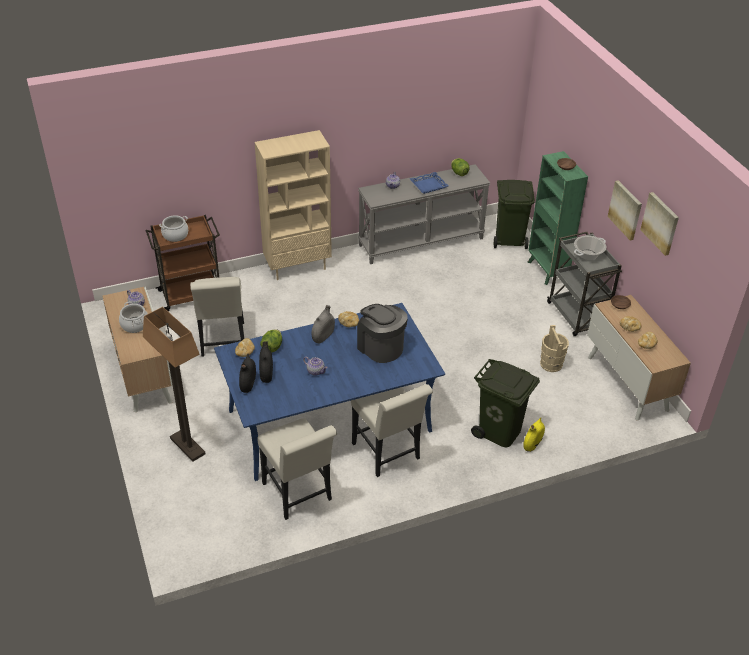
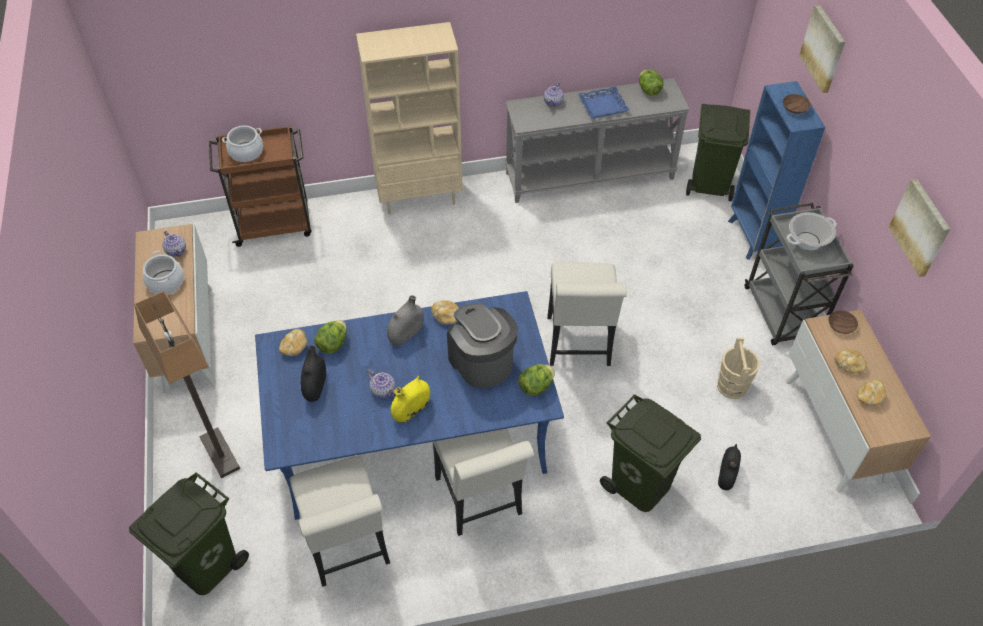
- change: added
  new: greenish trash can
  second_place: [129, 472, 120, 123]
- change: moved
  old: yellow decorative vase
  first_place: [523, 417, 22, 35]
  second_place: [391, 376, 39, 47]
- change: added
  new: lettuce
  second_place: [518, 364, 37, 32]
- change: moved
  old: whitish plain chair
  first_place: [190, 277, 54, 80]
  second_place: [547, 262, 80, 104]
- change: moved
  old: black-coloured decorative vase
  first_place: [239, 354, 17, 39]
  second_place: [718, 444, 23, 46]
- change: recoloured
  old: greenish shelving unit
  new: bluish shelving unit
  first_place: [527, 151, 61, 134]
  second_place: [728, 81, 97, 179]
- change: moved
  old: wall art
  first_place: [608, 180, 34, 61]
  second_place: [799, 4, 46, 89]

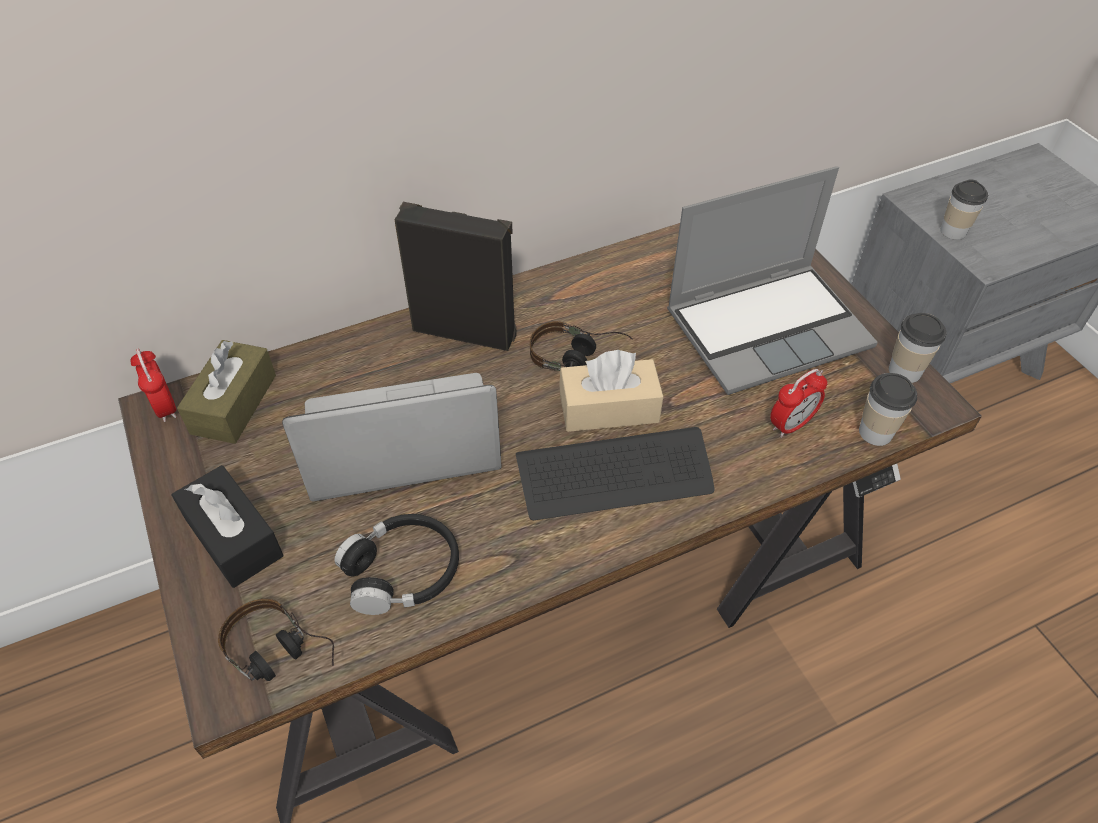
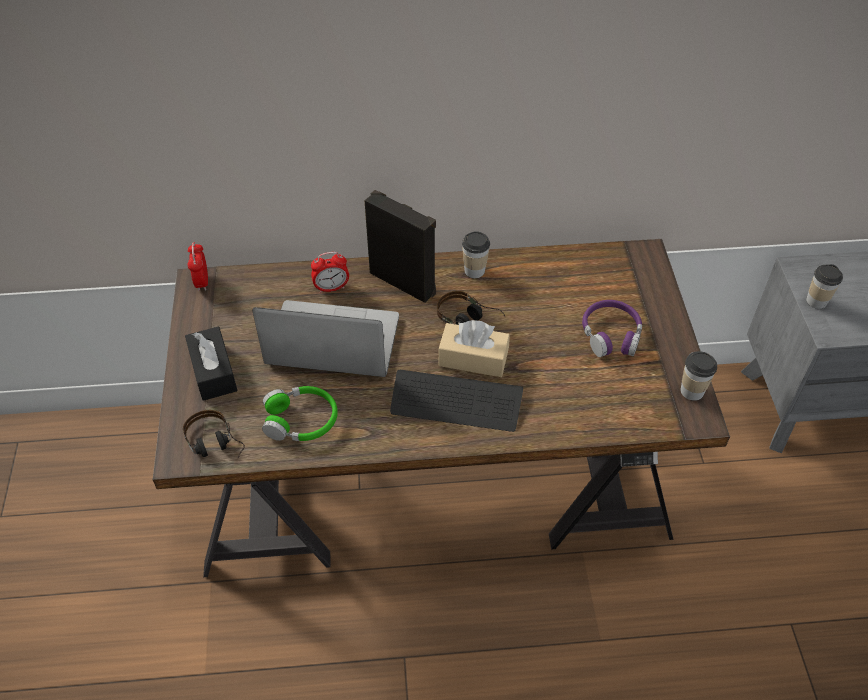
- change: recoloured
  old: black-coloured headset
  new: greenish headset
  first_place: [334, 514, 125, 101]
  second_place: [262, 386, 76, 55]
- change: moved
  old: alarm clock
  first_place: [770, 369, 58, 69]
  second_place: [311, 252, 38, 41]
- change: moved
  old: small cup
  first_place: [859, 373, 58, 73]
  second_place: [462, 231, 28, 47]
- change: replaced
  old: laptop
  new: purple-coloured headset
  first_place: [667, 166, 211, 229]
  second_place: [582, 300, 60, 57]
- change: removed
  old: brown tissue holder
  first_place: [177, 340, 99, 104]

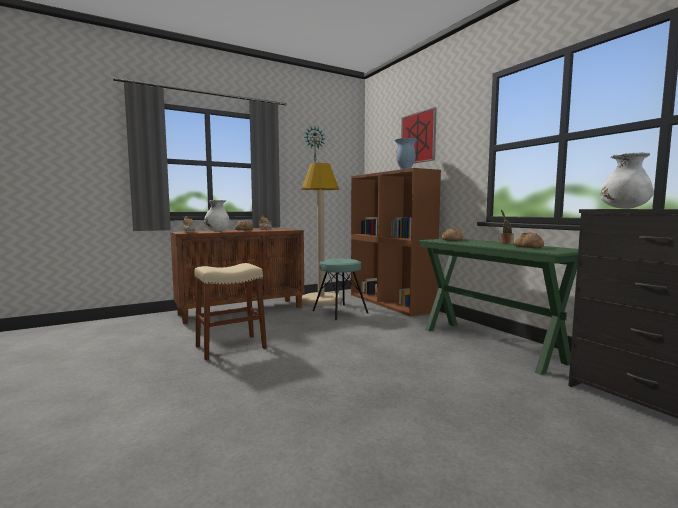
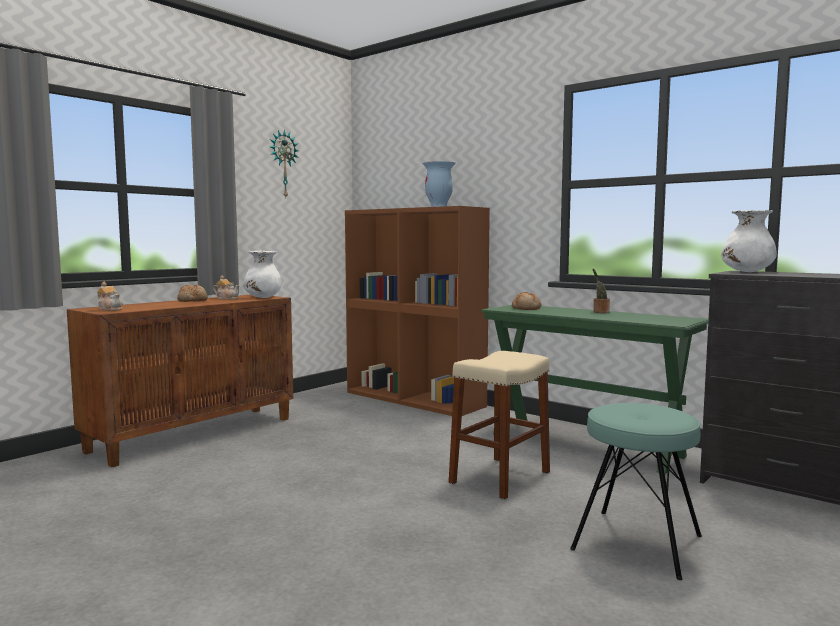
- change: moved
  old: whitish decorative vase
  first_place: [204, 200, 26, 31]
  second_place: [243, 251, 39, 47]
- change: moved
  old: sand-coloured stool
  first_place: [195, 263, 72, 97]
  second_place: [449, 351, 101, 148]
- change: moved
  old: turquoise stool
  first_place: [313, 259, 55, 61]
  second_place: [570, 403, 132, 177]
- change: removed
  old: sand-coloured floor lamp
  first_place: [302, 163, 39, 143]
- change: removed
  old: wall art
  first_place: [401, 107, 36, 56]
- change: removed
  old: bread
  first_place: [515, 232, 29, 16]

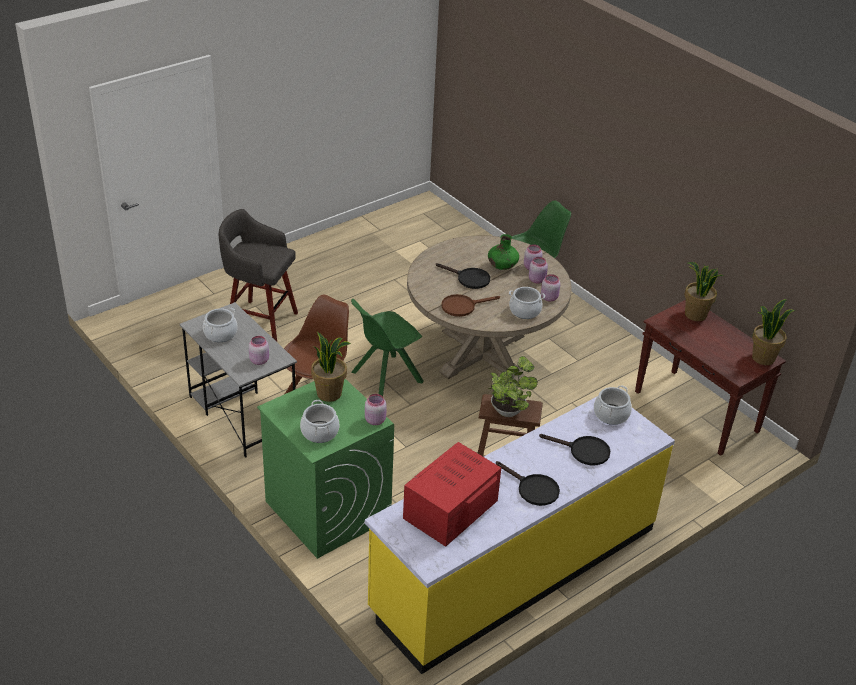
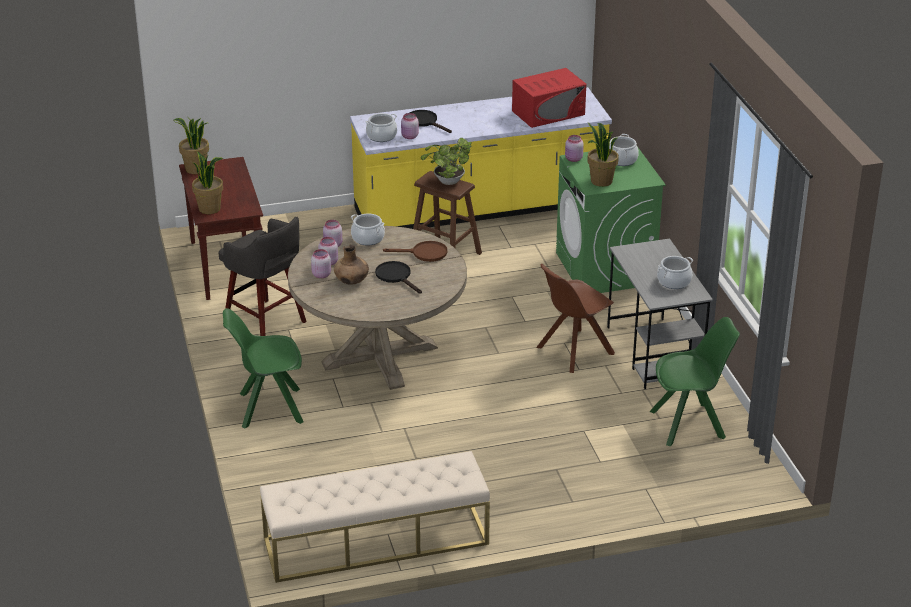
- change: moved
  old: gray stool
  first_place: [219, 209, 79, 133]
  second_place: [218, 217, 89, 119]
- change: added
  new: sand-coloured indoor bench
  second_place: [260, 451, 230, 132]
- change: recoloured
  old: greenish decorative vase
  new: brown decorative vase
  first_place: [488, 234, 31, 36]
  second_place: [334, 245, 35, 40]
- change: moved
  old: pink-coloured storage jar
  first_place: [249, 336, 20, 29]
  second_place: [401, 113, 18, 26]
- change: moved
  old: greenish plain chair
  first_place: [351, 299, 72, 97]
  second_place: [649, 317, 91, 130]
- change: removed
  old: black-coloured pan
  first_place: [496, 461, 64, 45]

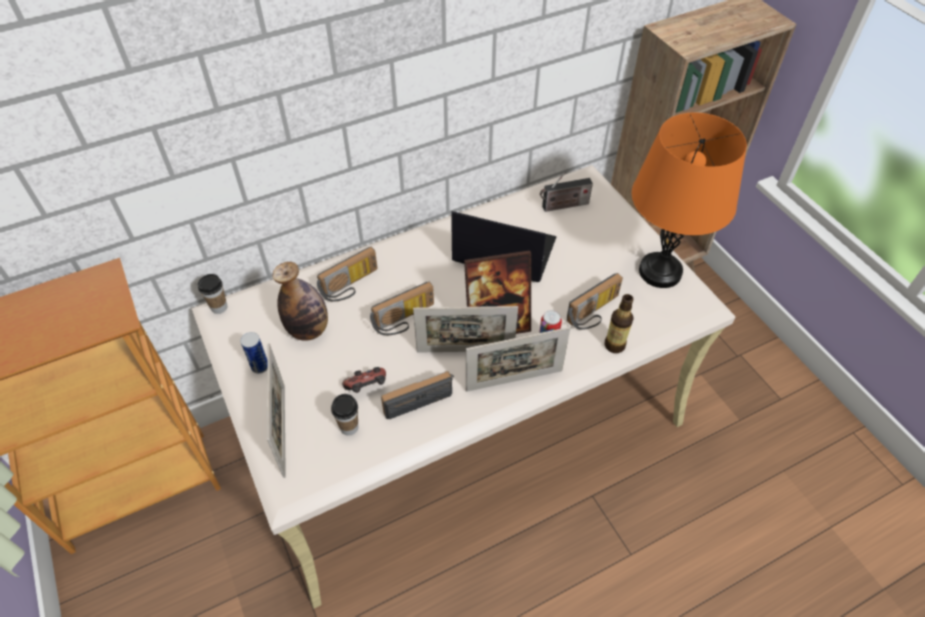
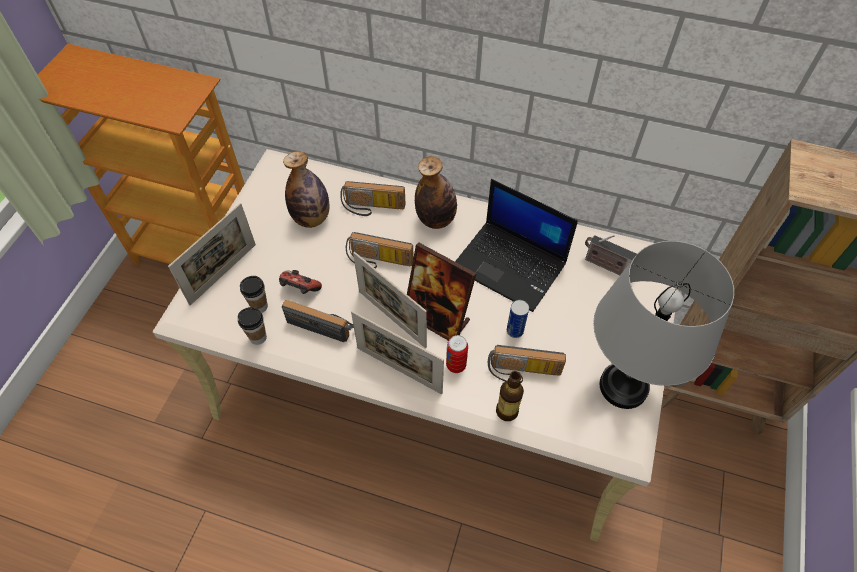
- change: moved
  old: small cup
  first_place: [198, 274, 30, 40]
  second_place: [238, 307, 29, 38]
- change: added
  new: drink bottle
  second_place: [415, 156, 42, 73]
- change: turned
  old: laptop
  first_place: [451, 211, 106, 71]
  second_place: [455, 179, 123, 133]
  degrees: 150
- change: moved
  old: can
  first_place: [240, 332, 27, 42]
  second_place: [507, 300, 22, 38]
- change: recoloured
  old: orange table lamp
  new: gray table lamp
  first_place: [632, 112, 115, 176]
  second_place: [593, 241, 141, 168]

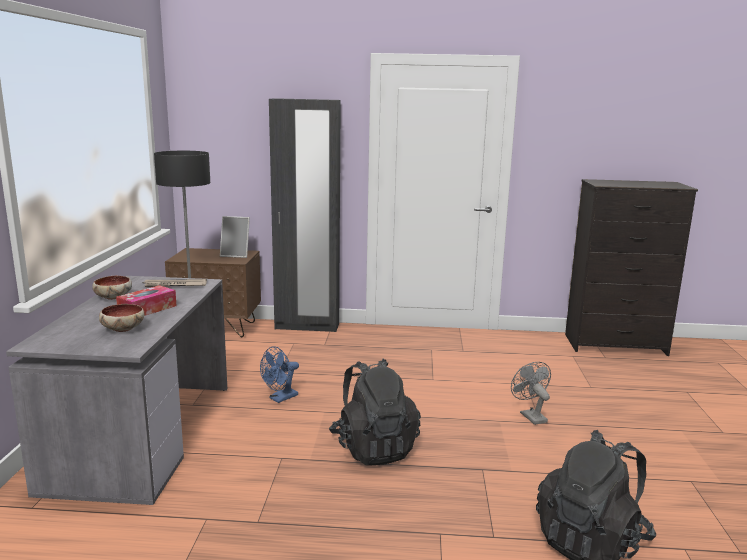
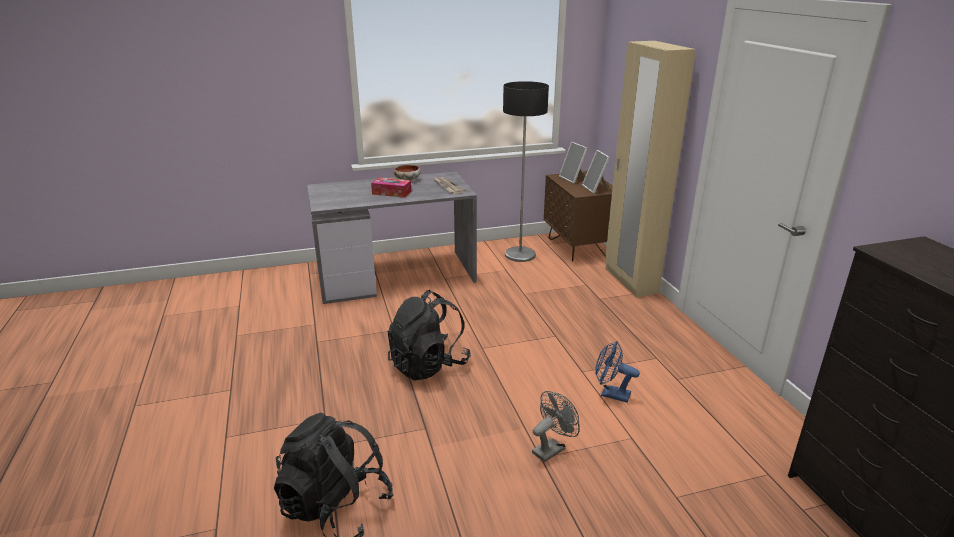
- change: added
  new: photo frame
  second_place: [559, 142, 29, 41]
- change: moved
  old: bluish fan
  first_place: [260, 346, 39, 57]
  second_place: [595, 341, 45, 62]
- change: recoloured
  old: black-coloured wardrobe
  new: sand-coloured wardrobe
  first_place: [269, 98, 72, 234]
  second_place: [605, 41, 91, 256]
- change: removed
  old: bowl
  first_place: [99, 304, 45, 28]

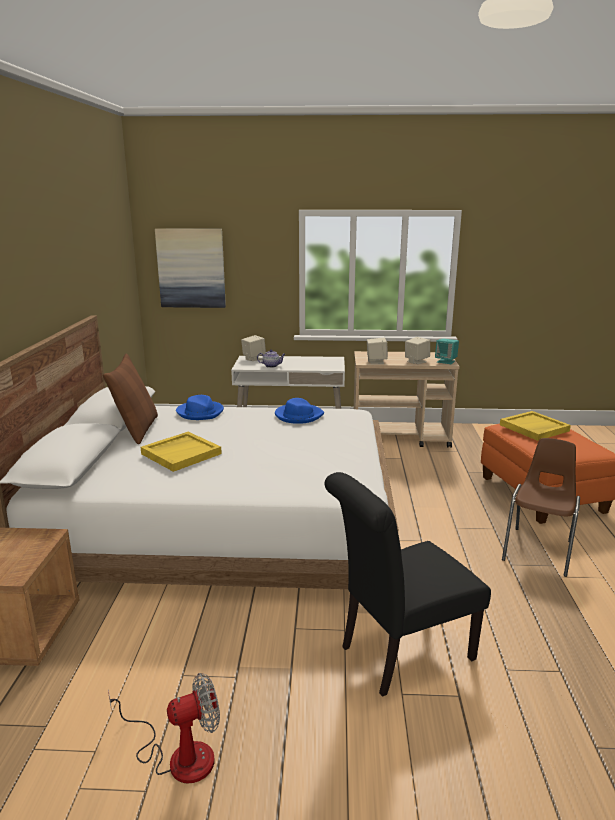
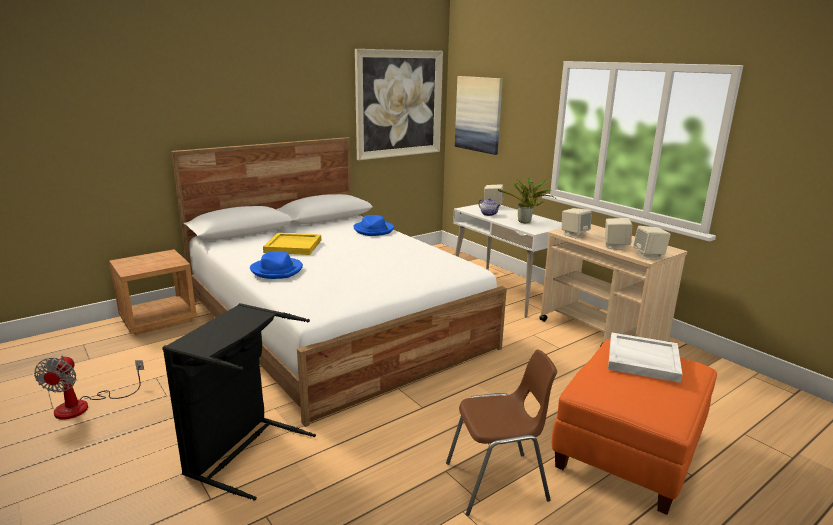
- change: turned
  old: fan
  first_place: [108, 673, 112, 111]
  second_place: [34, 356, 110, 64]
  degrees: 60
- change: replaced
  old: black-coloured plain chair
  new: black-coloured laundry basket
  first_place: [325, 472, 166, 225]
  second_place: [162, 303, 154, 198]
- change: moved
  old: bluish wearable hat
  first_place: [275, 398, 49, 26]
  second_place: [250, 251, 53, 28]
- change: added
  new: wall art
  second_place: [355, 49, 88, 111]
- change: added
  new: potted plant
  second_place: [498, 178, 57, 45]
- change: recoloured
  old: yellow carrying tray
  new: whitish carrying tray
  first_place: [500, 411, 71, 30]
  second_place: [608, 333, 74, 50]
- change: recoloured
  old: turquoise loudspeaker
  new: sand-coloured loudspeaker
  first_place: [435, 338, 24, 26]
  second_place: [633, 226, 38, 34]
- change: removed
  old: brown pillow
  first_place: [103, 354, 55, 90]

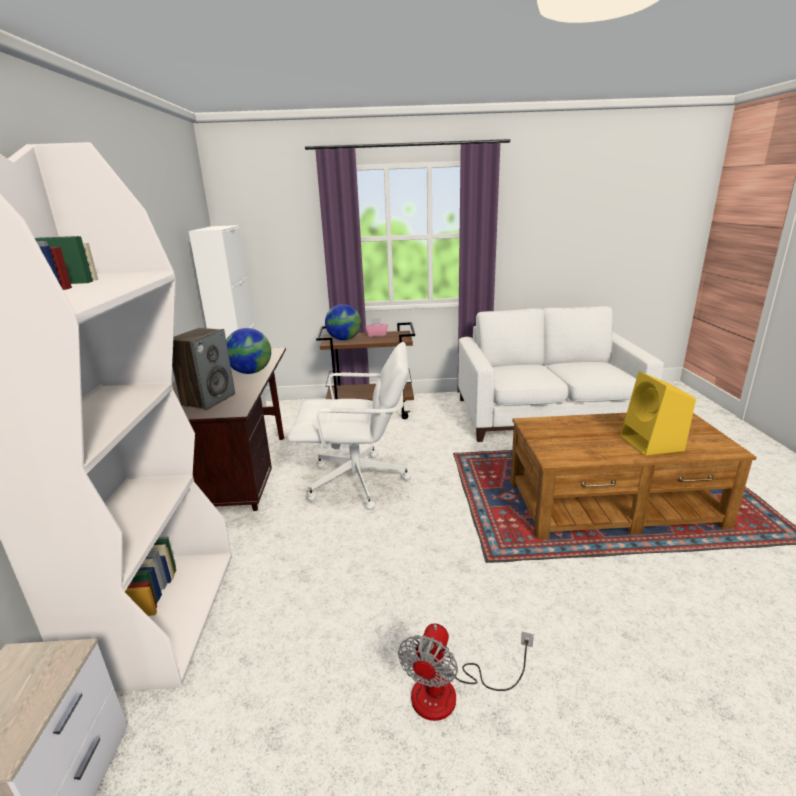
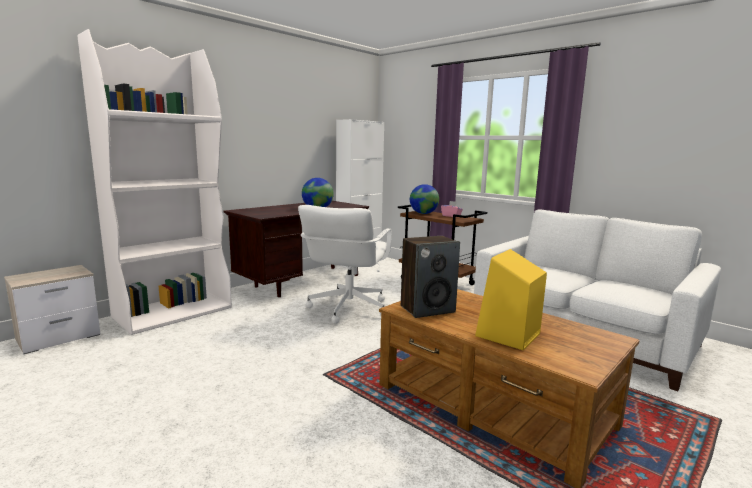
- change: turned
  old: whitish desk chair
  first_place: [288, 342, 123, 168]
  second_place: [298, 205, 93, 119]
  degrees: 60
- change: moved
  old: loudspeaker
  first_place: [172, 328, 63, 82]
  second_place: [401, 236, 59, 82]
- change: removed
  old: fan
  first_place: [398, 623, 136, 98]

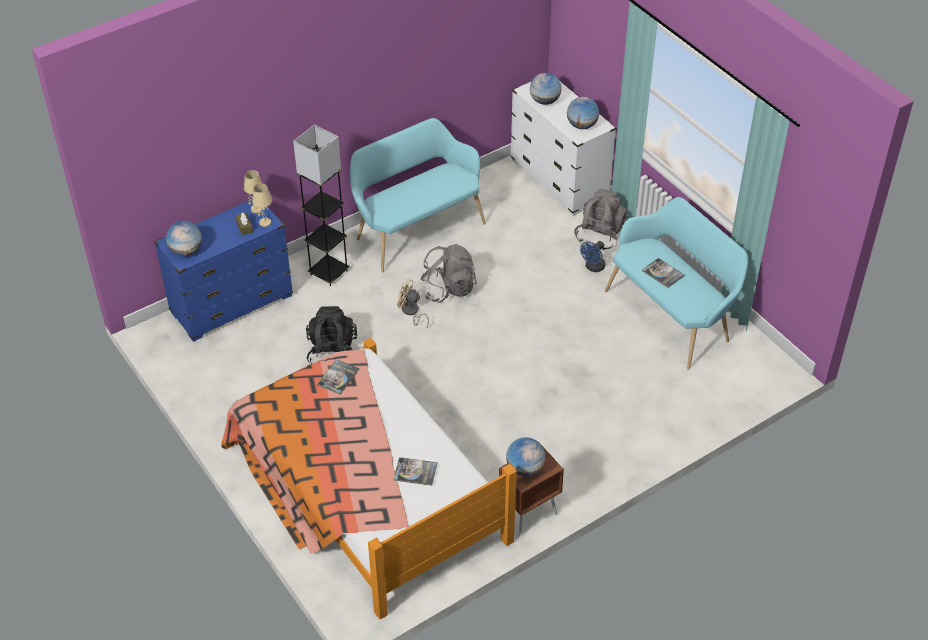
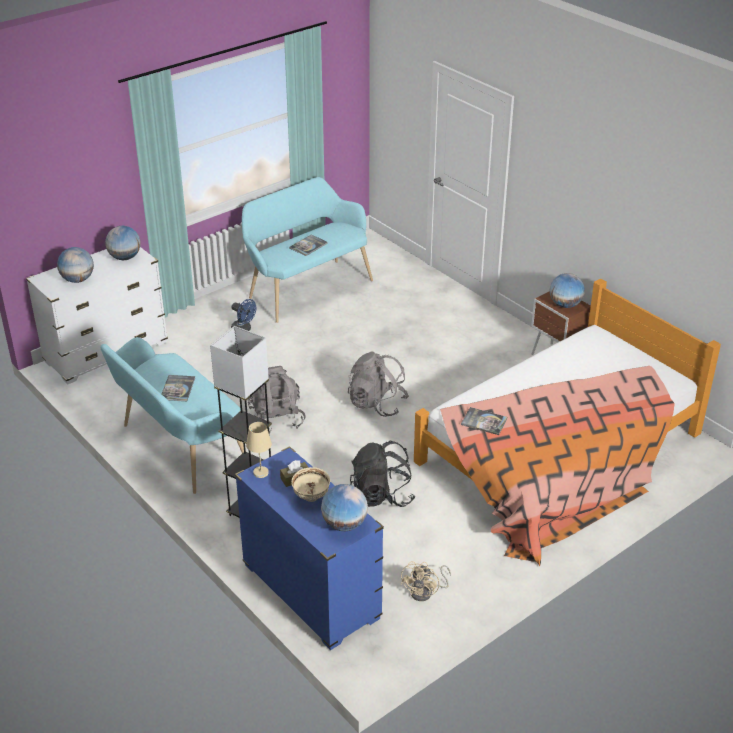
- change: moved
  old: book
  first_place: [393, 457, 44, 29]
  second_place: [162, 375, 33, 26]
- change: added
  new: sand-coloured bowl
  second_place: [291, 467, 39, 35]
- change: moved
  old: gray backpack
  first_place: [574, 189, 54, 61]
  second_place: [348, 352, 61, 65]
- change: moved
  old: sand-coloured fan
  first_place: [397, 279, 32, 48]
  second_place: [401, 561, 50, 40]
- change: removed
  old: sand-coloured table lamp
  first_place: [252, 183, 20, 44]

